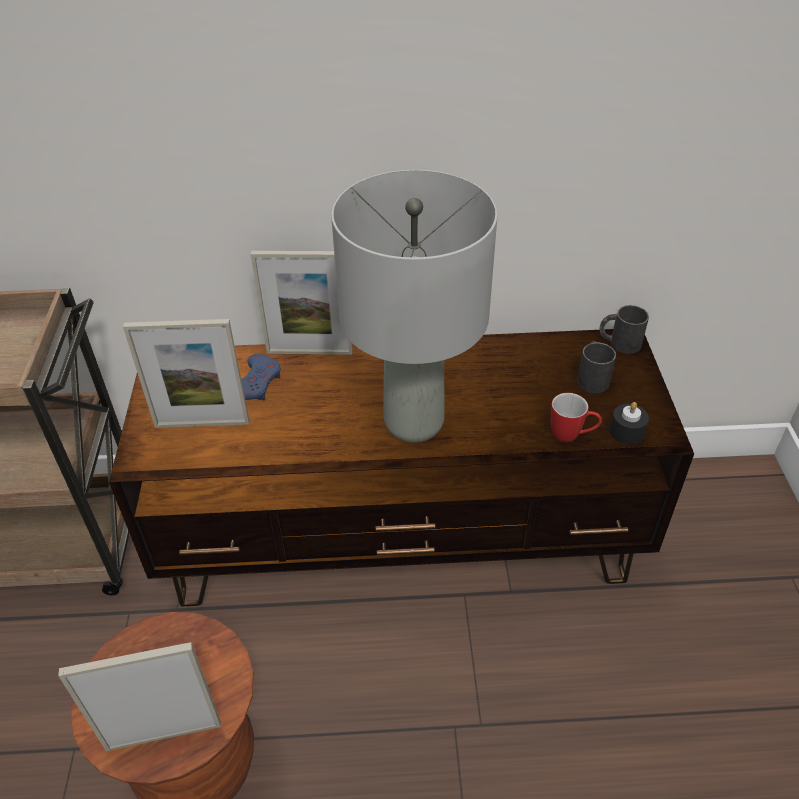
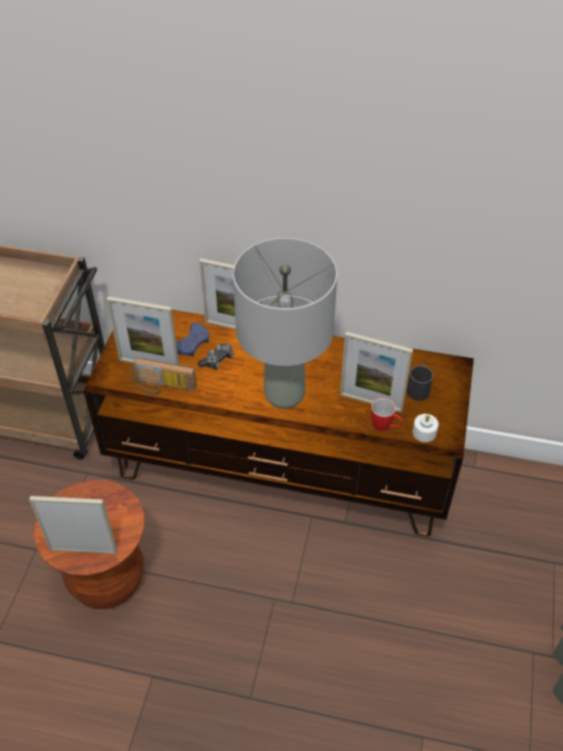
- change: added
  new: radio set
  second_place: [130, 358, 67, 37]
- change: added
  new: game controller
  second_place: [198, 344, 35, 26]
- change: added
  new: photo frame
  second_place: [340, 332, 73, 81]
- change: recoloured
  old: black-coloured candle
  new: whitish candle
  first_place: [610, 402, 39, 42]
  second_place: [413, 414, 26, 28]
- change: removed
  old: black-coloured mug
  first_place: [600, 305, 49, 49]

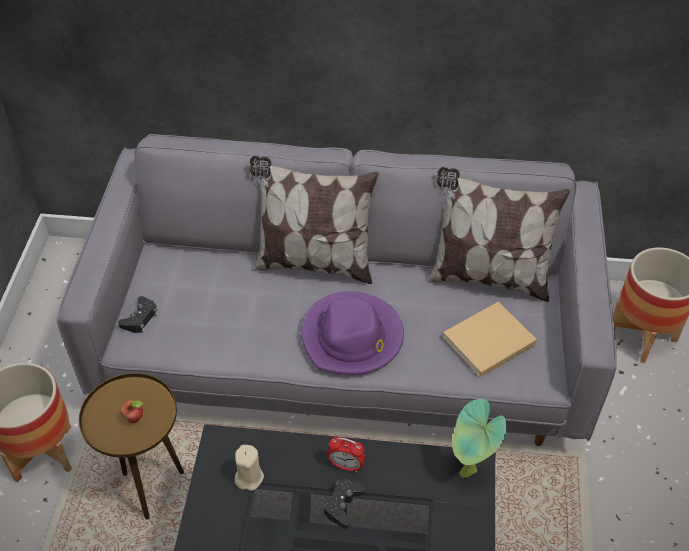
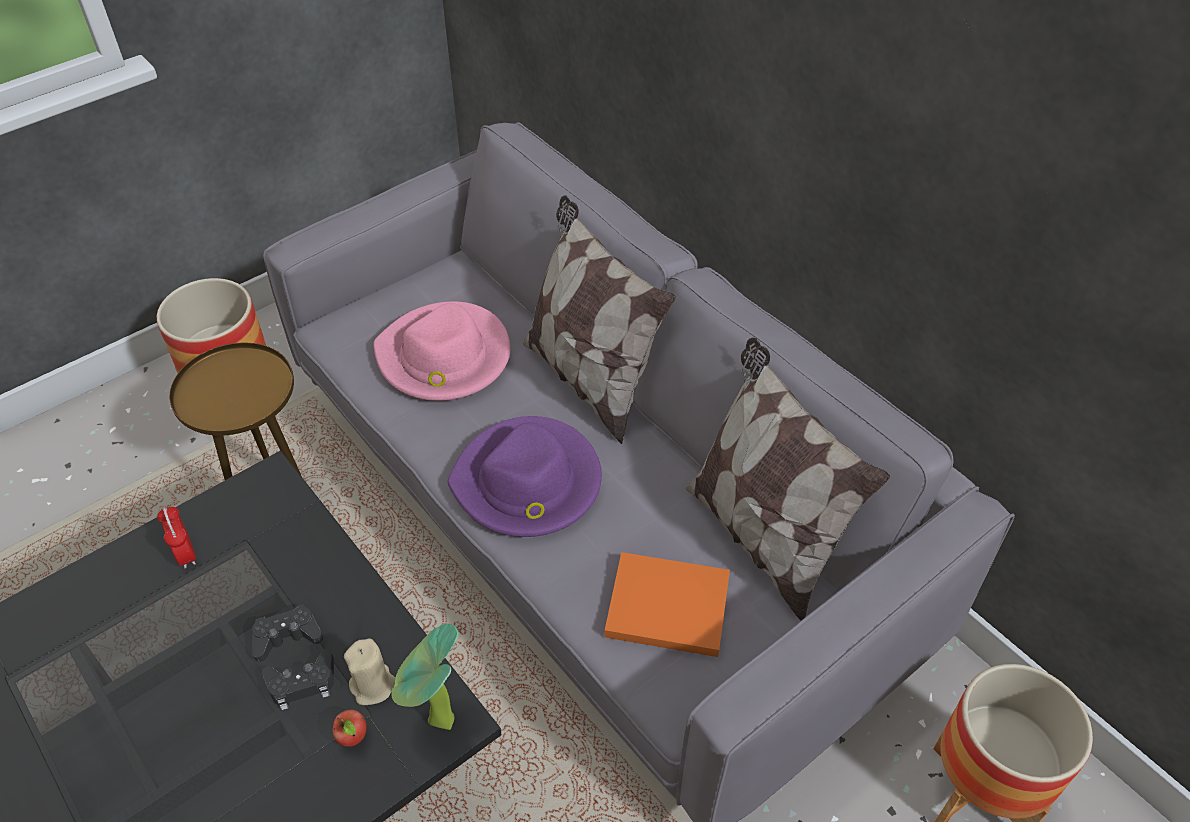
- change: moved
  old: alarm clock
  first_place: [327, 437, 38, 35]
  second_place: [157, 506, 39, 63]
- change: moved
  old: black-coloured game controller
  first_place: [118, 296, 41, 37]
  second_place: [262, 649, 72, 61]
- change: moved
  old: whole apple
  first_place: [120, 400, 23, 23]
  second_place: [332, 710, 35, 37]
- change: moved
  old: sand-coloured candle
  first_place: [235, 445, 29, 46]
  second_place: [344, 638, 51, 67]
- change: added
  new: pink-coloured wearable hat
  second_place: [373, 301, 138, 100]
- change: recoloured
  old: sand-coloured book
  new: orange book
  first_place: [443, 301, 94, 76]
  second_place: [604, 552, 126, 105]

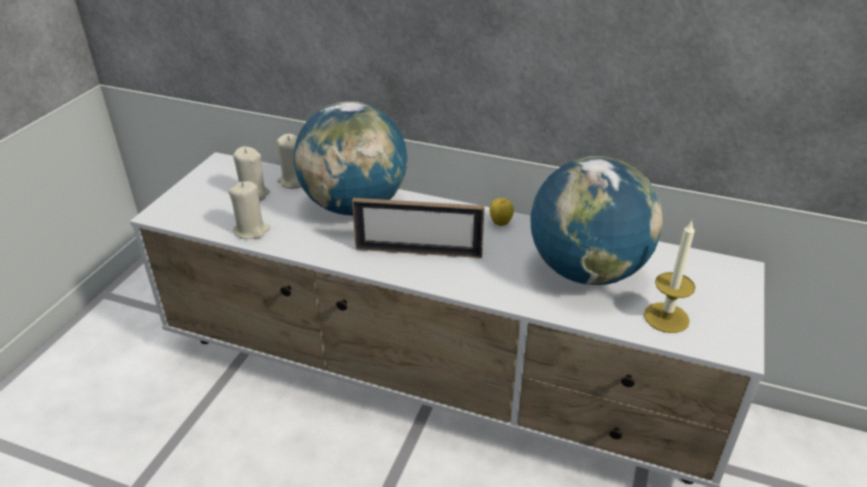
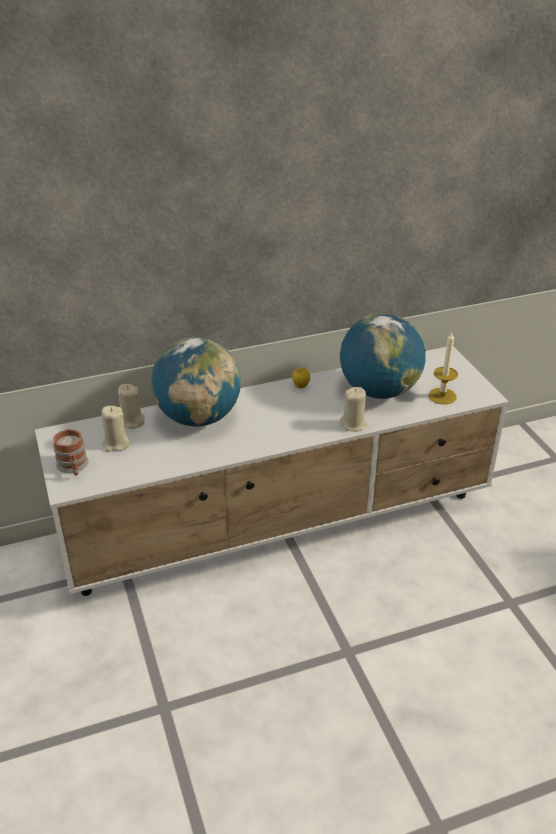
- change: added
  new: mug
  second_place: [53, 429, 36, 46]
- change: moved
  old: sand-coloured candle
  first_place: [228, 181, 42, 58]
  second_place: [340, 387, 27, 44]
- change: removed
  old: photo frame
  first_place: [352, 198, 133, 60]

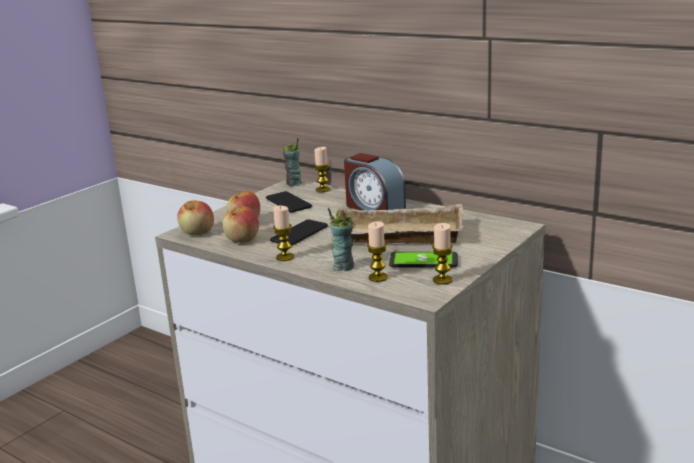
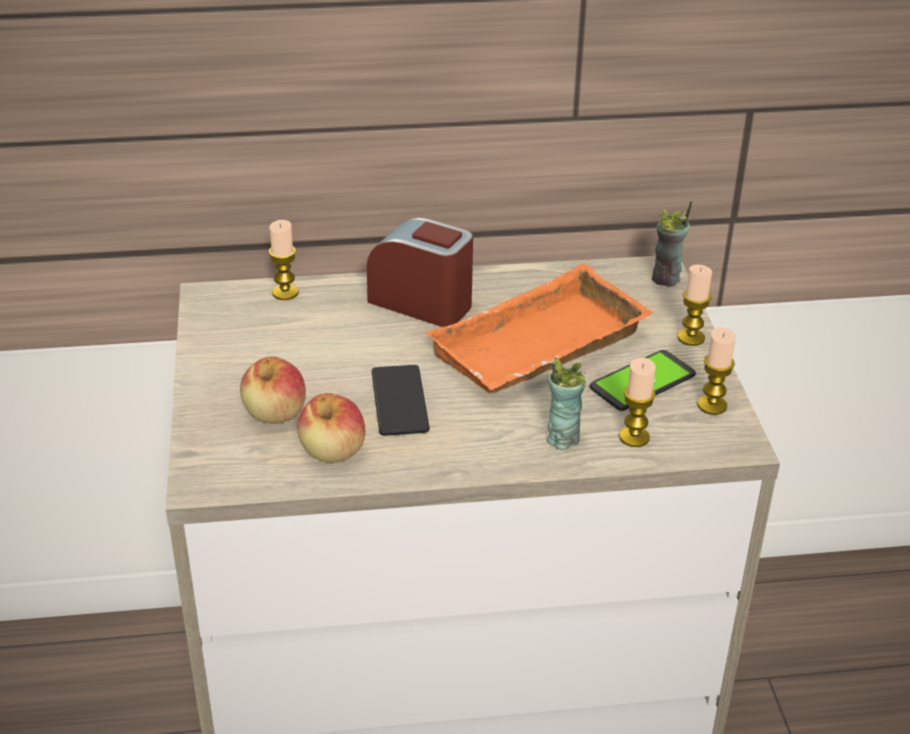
- change: turned
  old: alarm clock
  first_place: [344, 153, 62, 57]
  second_place: [367, 218, 106, 109]
  degrees: -150
- change: recoloured
  old: sand-coloured carrying tray
  new: orange carrying tray
  first_place: [331, 204, 133, 40]
  second_place: [425, 263, 229, 131]
- change: moved
  old: small cup
  first_place: [283, 138, 19, 48]
  second_place: [652, 201, 40, 86]
- change: moved
  old: candle
  first_place: [273, 205, 21, 56]
  second_place: [677, 265, 35, 81]
- change: removed
  old: whole apple
  first_place: [177, 200, 37, 35]
- change: removed
  old: handset
  first_place: [266, 191, 46, 22]

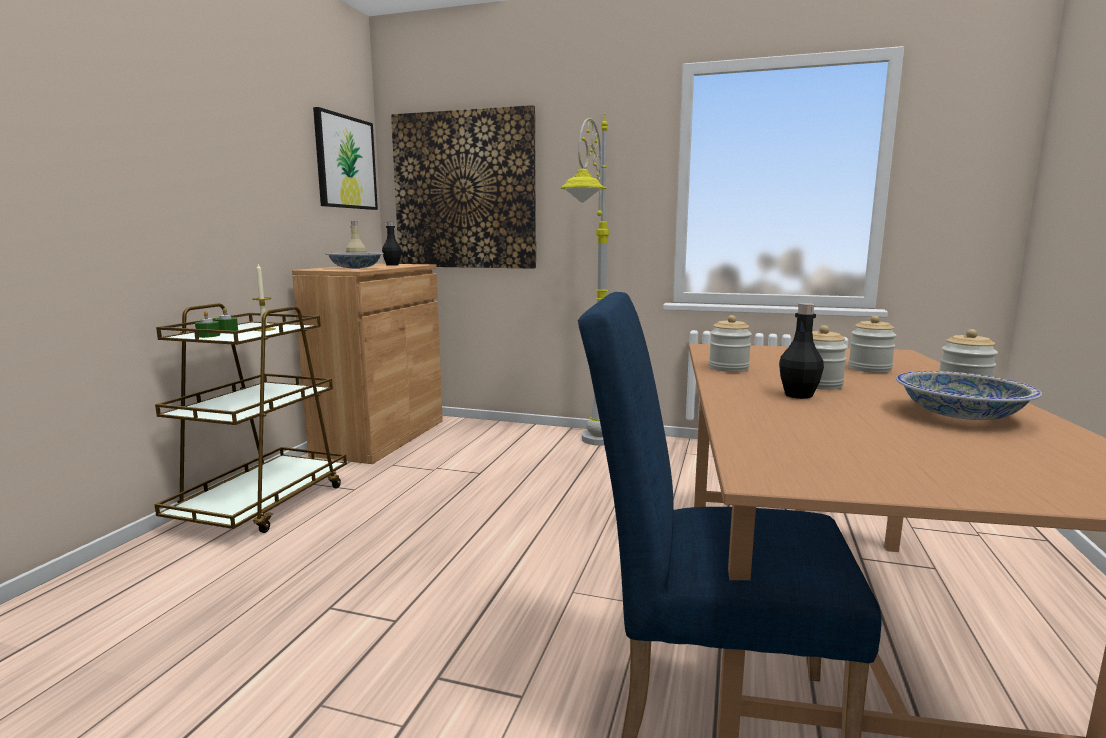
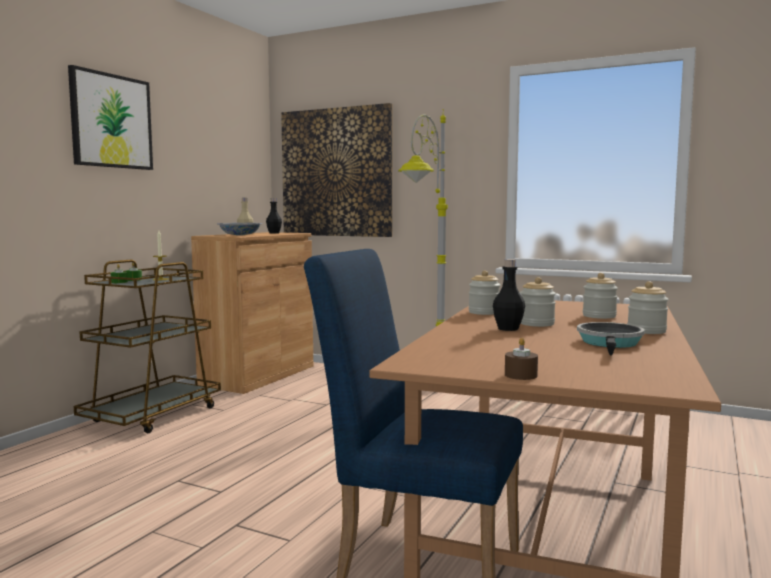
- change: moved
  old: wall art
  first_place: [313, 107, 65, 103]
  second_place: [68, 65, 85, 105]
- change: added
  new: brown candle
  second_place: [505, 338, 33, 42]
- change: replaced
  old: bowl
  new: pan
  first_place: [896, 371, 146, 49]
  second_place: [577, 322, 68, 34]

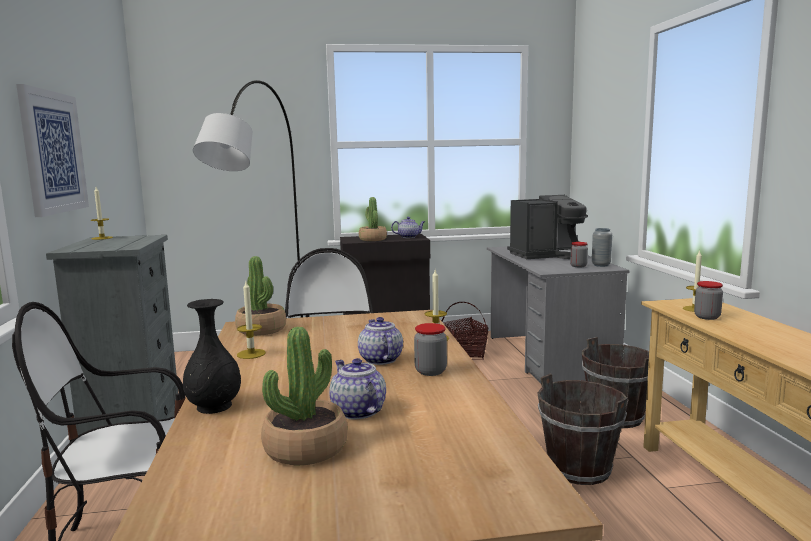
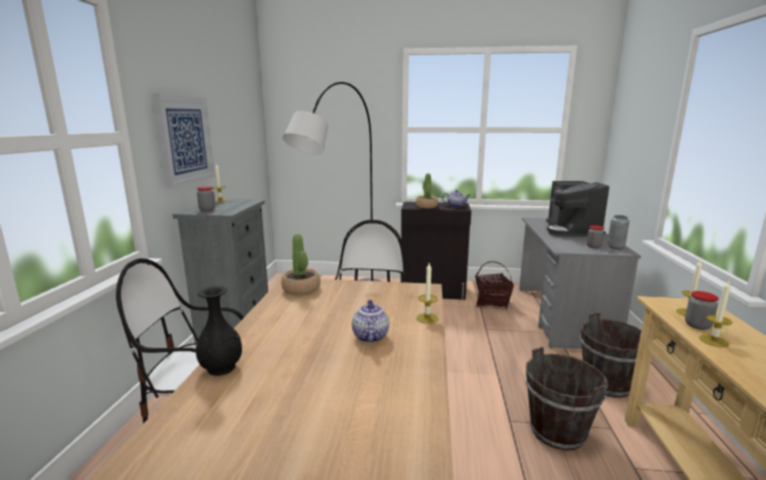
- change: moved
  old: storage jar
  first_place: [414, 323, 33, 53]
  second_place: [197, 186, 19, 25]
- change: turned
  old: coffee maker
  first_place: [507, 195, 81, 64]
  second_place: [546, 181, 63, 56]
  degrees: 90
- change: moved
  old: candle
  first_place: [237, 281, 29, 78]
  second_place: [699, 281, 33, 67]
- change: removed
  old: potted plant
  first_place: [261, 327, 86, 138]
- change: removed
  old: tea pot
  first_place: [329, 358, 57, 61]

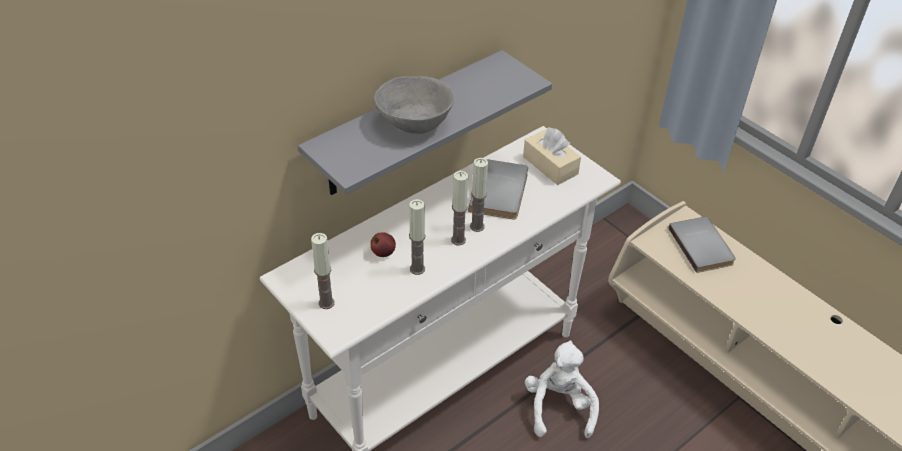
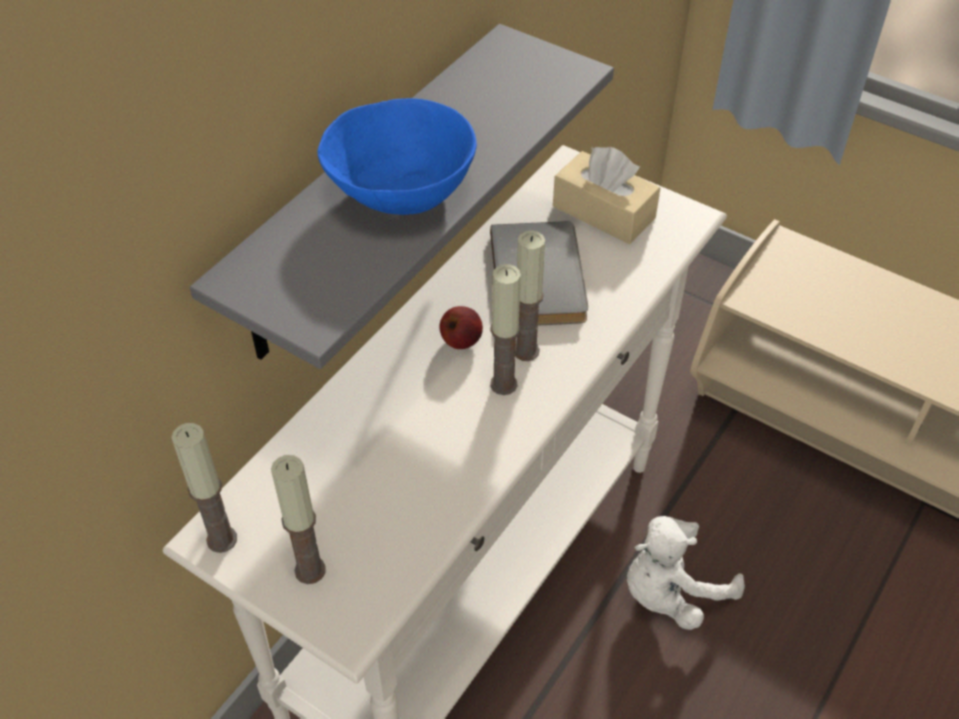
- change: moved
  old: candle
  first_place: [409, 199, 17, 76]
  second_place: [171, 423, 66, 130]
- change: recoloured
  old: gray bowl
  new: bluish bowl
  first_place: [374, 76, 80, 58]
  second_place: [317, 98, 160, 117]
- change: moved
  old: whole apple
  first_place: [371, 232, 25, 25]
  second_place: [439, 306, 44, 43]
- change: turned
  old: whitish plush toy
  first_place: [525, 340, 74, 98]
  second_place: [627, 516, 118, 114]
  degrees: -105
- change: removed
  old: gray book
  first_place: [668, 217, 68, 56]

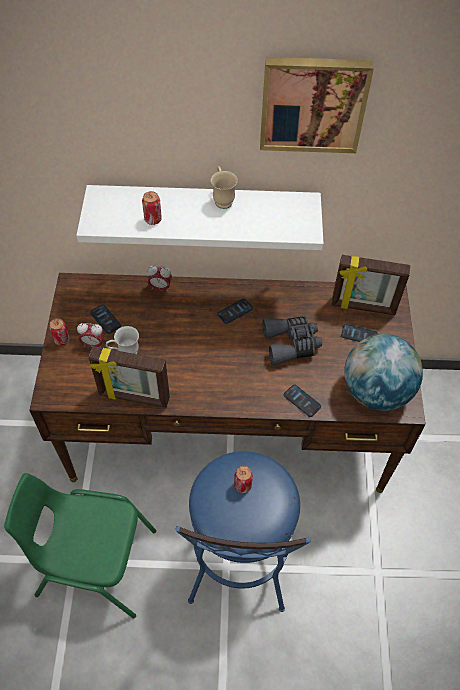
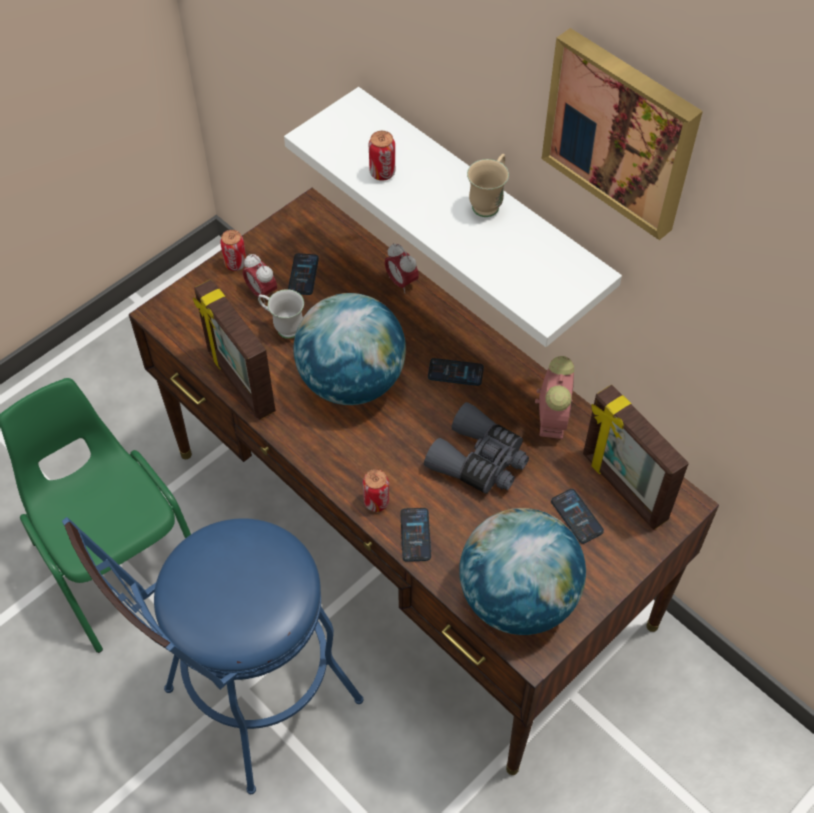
- change: added
  new: desk globe
  second_place: [293, 293, 113, 112]
- change: moved
  old: can
  first_place: [234, 466, 19, 27]
  second_place: [363, 469, 26, 43]
- change: added
  new: alarm clock
  second_place: [535, 356, 39, 83]

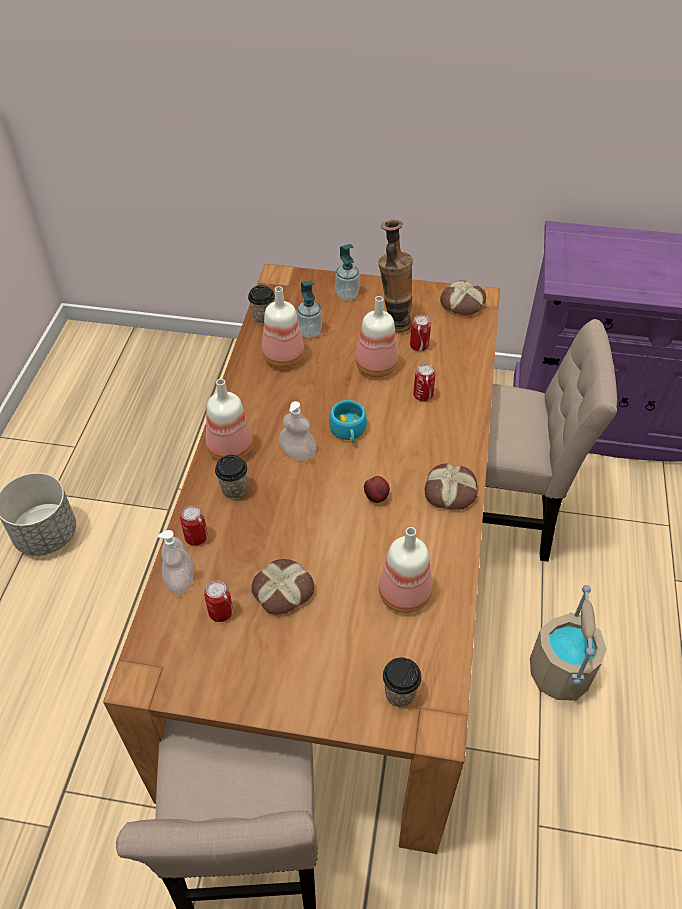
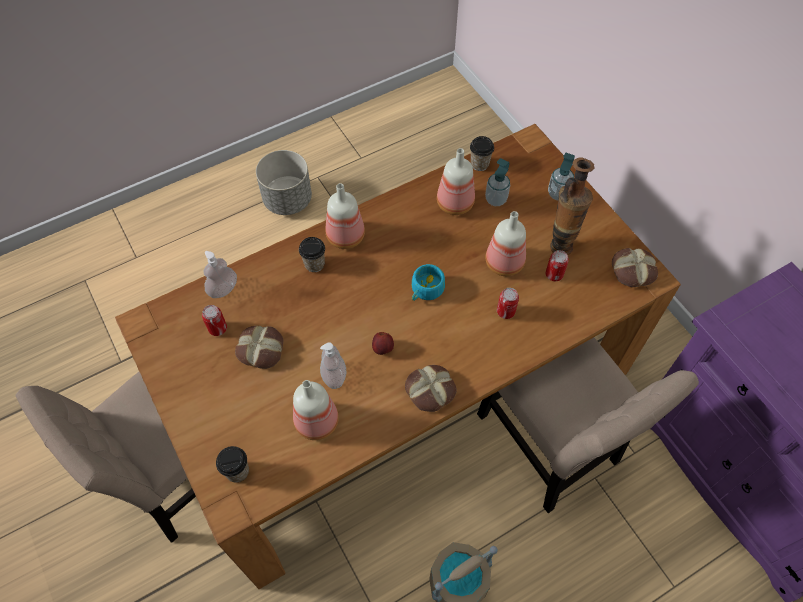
- change: moved
  old: soap bottle
  first_place: [279, 401, 38, 60]
  second_place: [320, 343, 26, 46]
- change: removed
  old: can
  first_place: [180, 505, 28, 41]

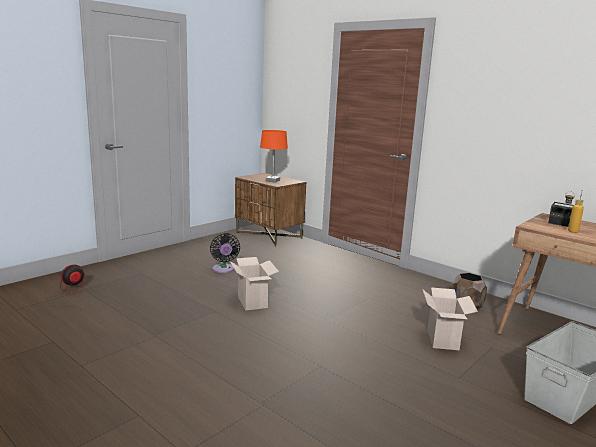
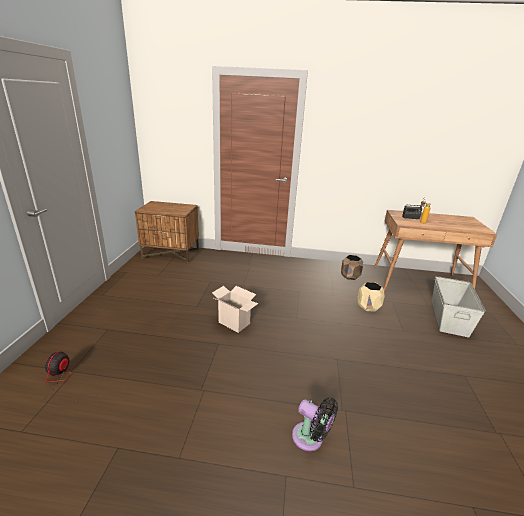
- change: moved
  old: black-coloured fan
  first_place: [210, 233, 30, 40]
  second_place: [292, 397, 46, 54]
- change: replaced
  old: cardboard box
  new: sand-coloured planter
  first_place: [422, 287, 56, 63]
  second_place: [358, 282, 27, 30]
- change: removed
  old: orange table lamp
  first_place: [260, 130, 28, 53]

